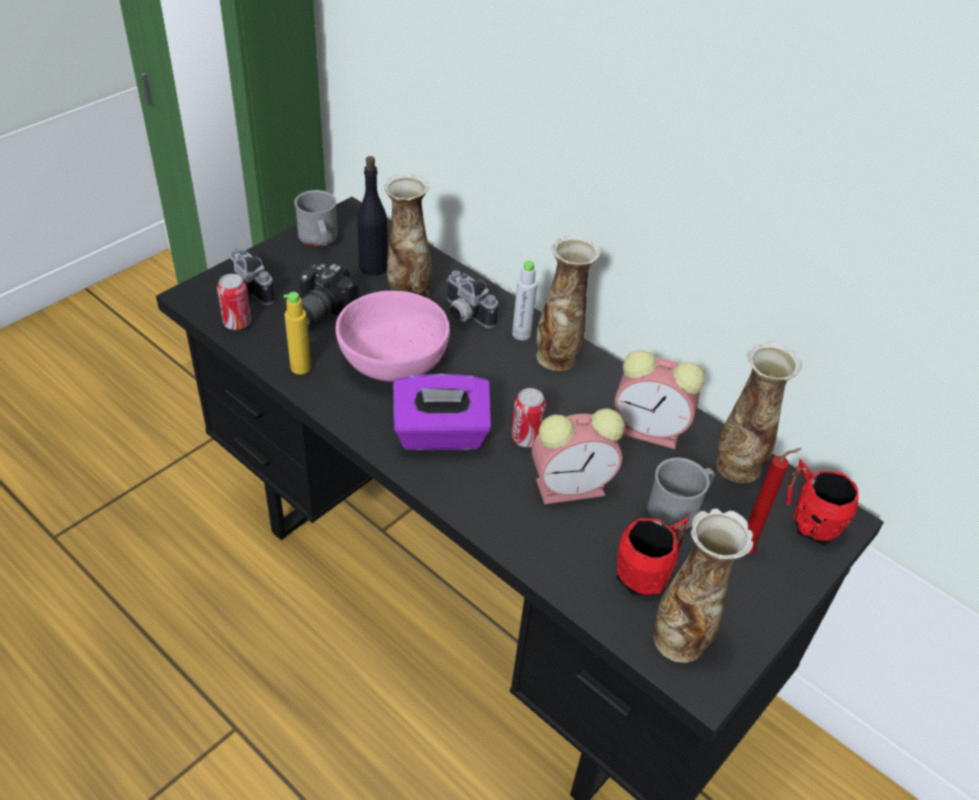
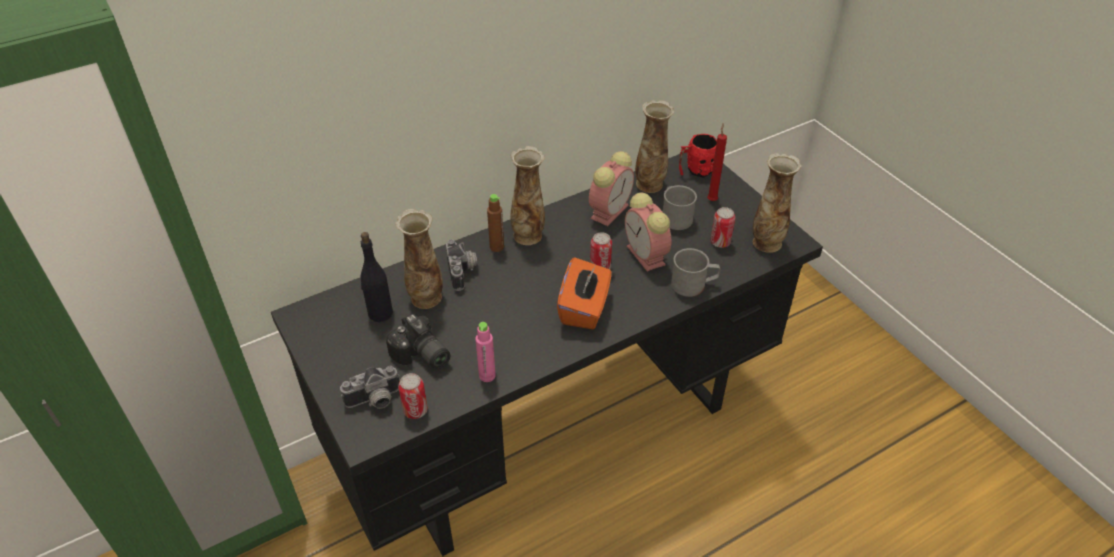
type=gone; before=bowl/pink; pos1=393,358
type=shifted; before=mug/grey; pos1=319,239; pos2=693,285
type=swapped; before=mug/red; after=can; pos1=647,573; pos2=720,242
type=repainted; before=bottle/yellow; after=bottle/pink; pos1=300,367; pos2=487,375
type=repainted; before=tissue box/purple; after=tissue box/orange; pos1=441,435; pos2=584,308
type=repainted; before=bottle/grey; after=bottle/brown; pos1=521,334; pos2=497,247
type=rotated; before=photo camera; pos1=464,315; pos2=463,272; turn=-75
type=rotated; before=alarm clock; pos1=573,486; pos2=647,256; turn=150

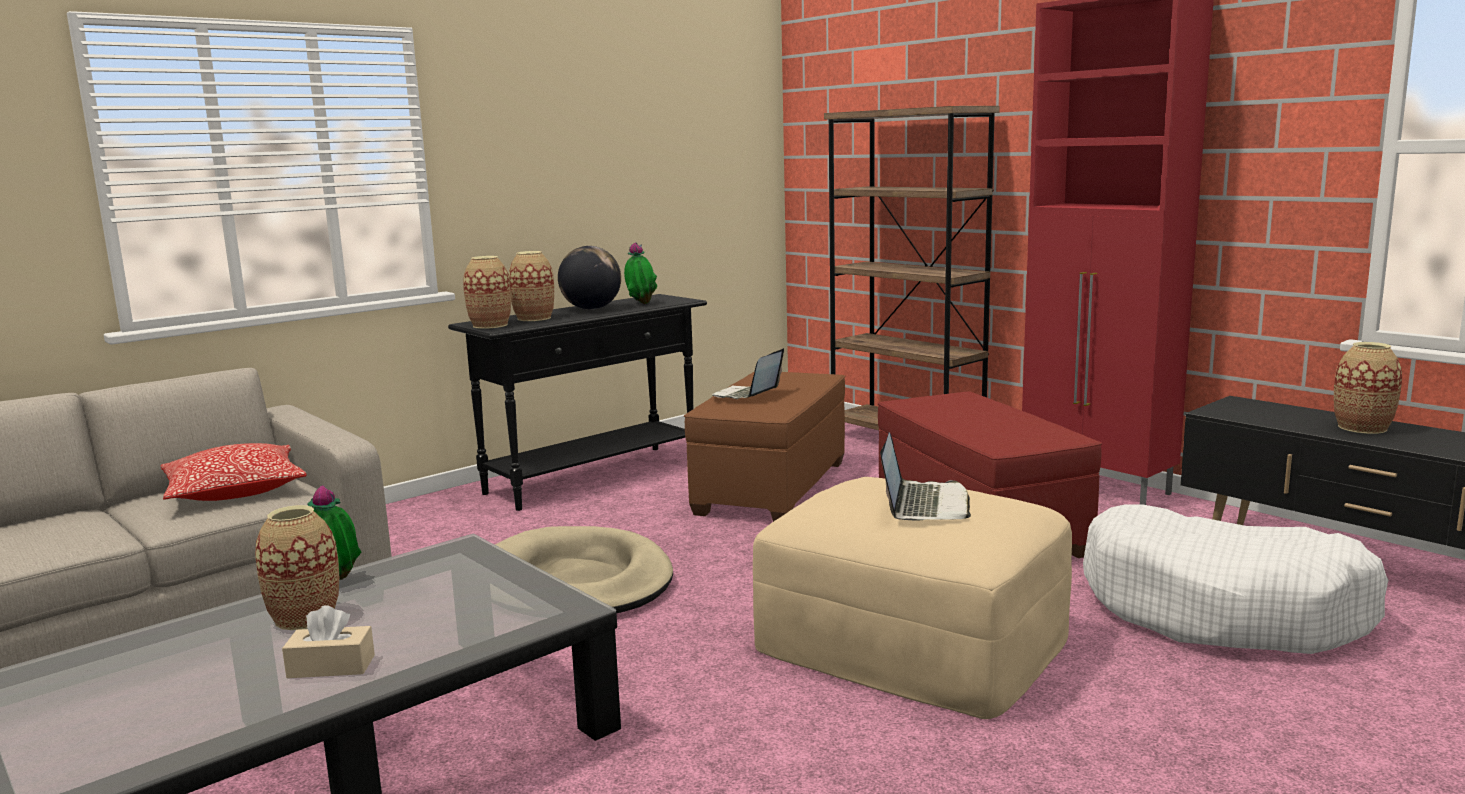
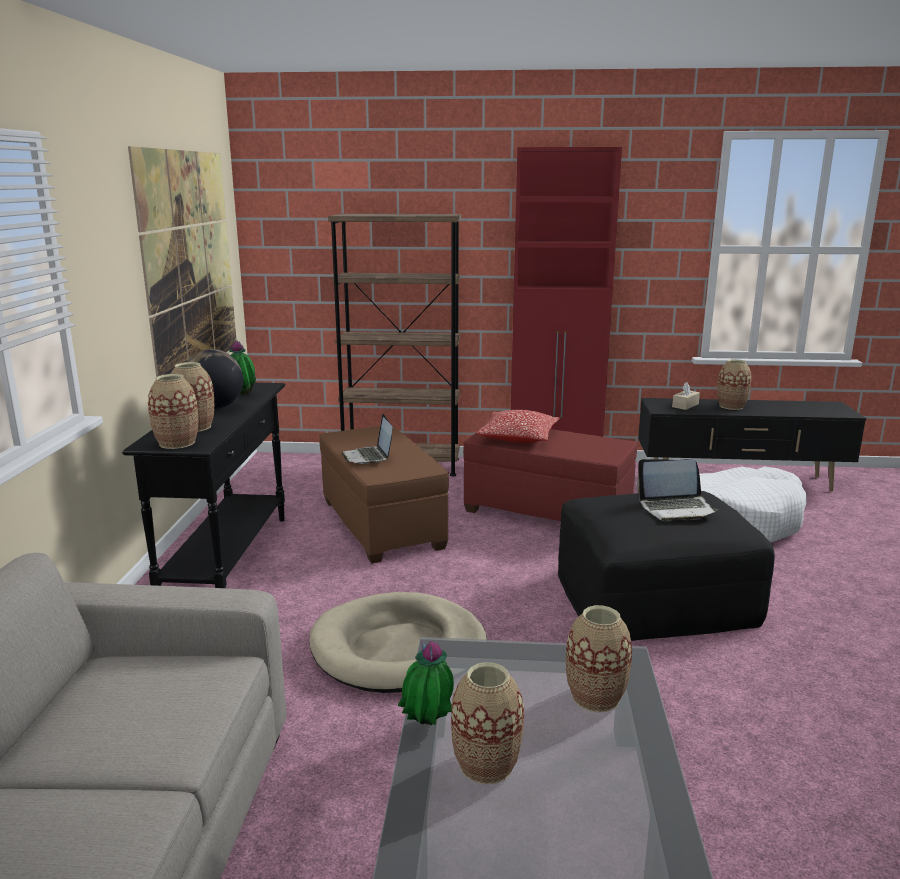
type=new; after=picture; pos2=190,262
type=new; after=vase; pos2=595,697
type=shifted; before=pillow; pos1=235,492; pos2=518,438
type=shifted; before=tissue box/beige; pos1=331,666; pos2=685,405
type=repainted; before=ottoman/beige; after=ottoman/black; pos1=913,641; pos2=654,598
type=rotated; before=laptop; pos1=924,504; pos2=676,508; turn=120

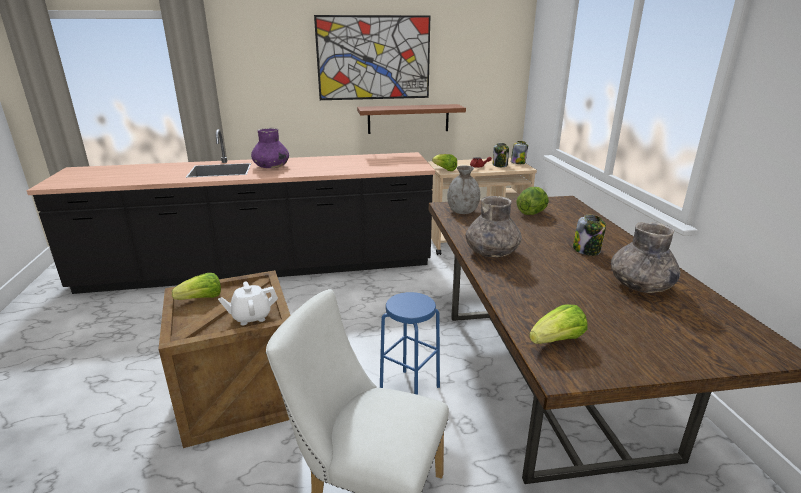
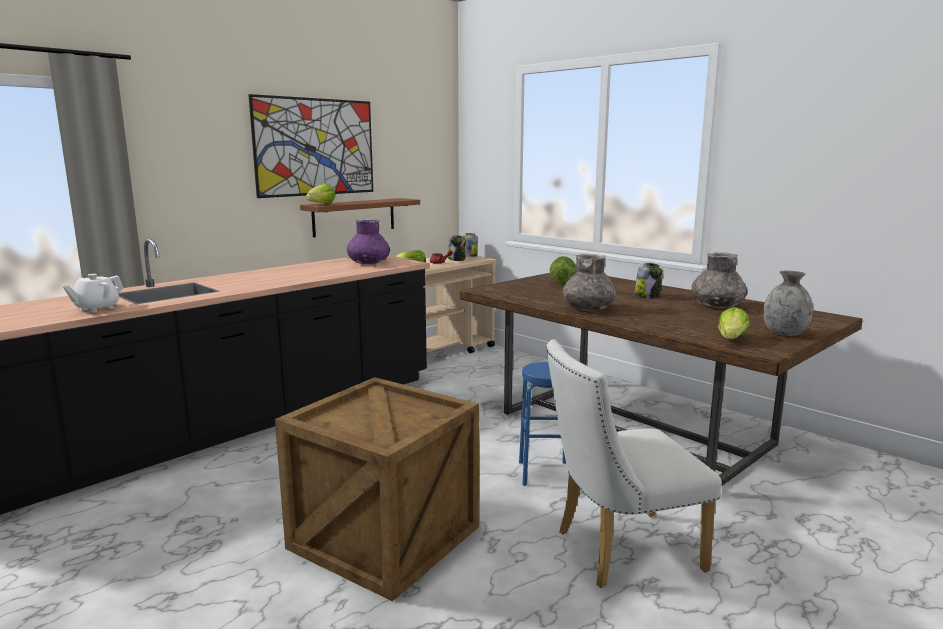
type=shifted; before=lettuce; pos1=202,299; pos2=321,204
type=shifted; before=teapot/white; pos1=251,317; pos2=96,309
type=shifted; before=vase/purple; pos1=271,167; pos2=368,263
type=shifted; before=vase/grey; pos1=463,211; pos2=785,333

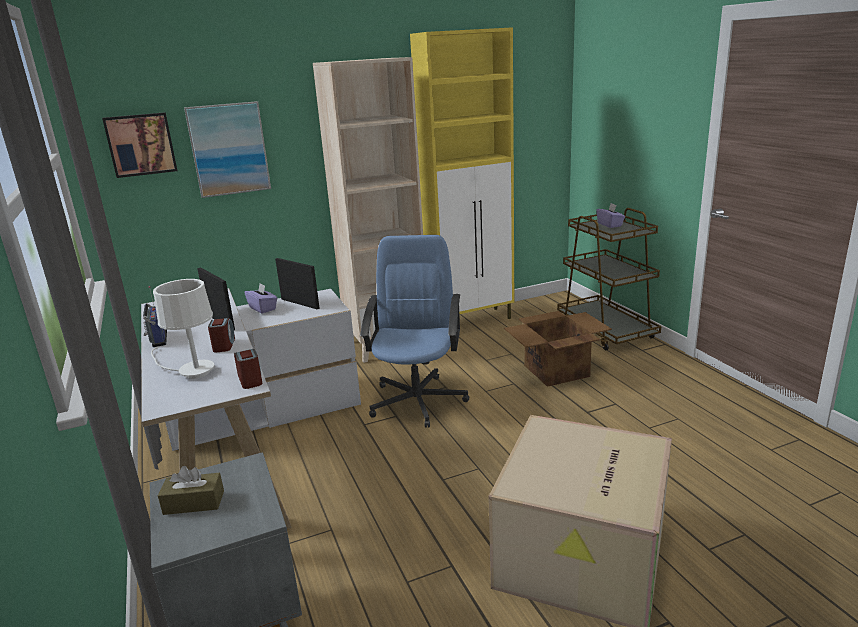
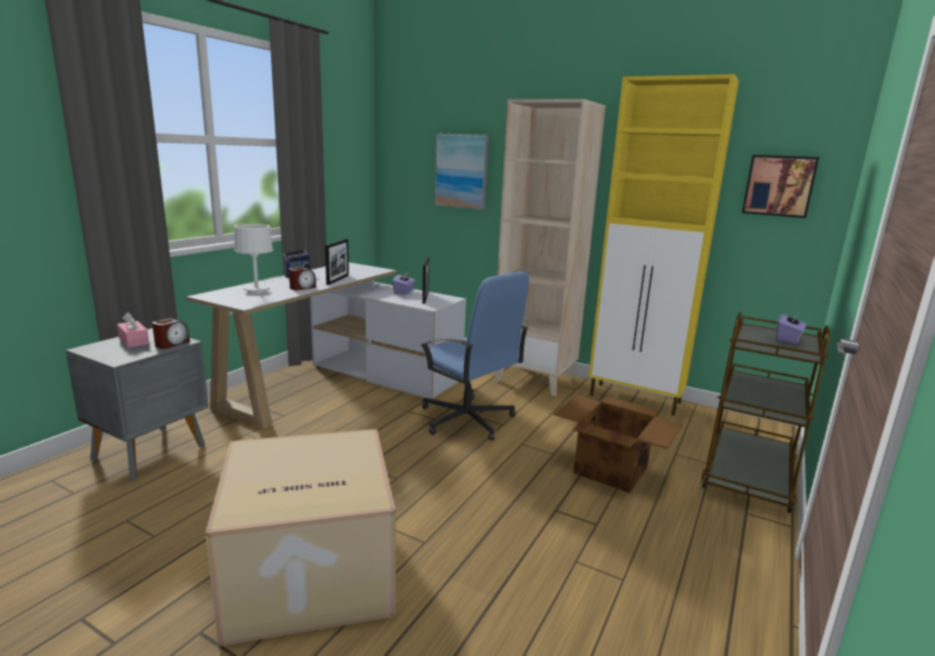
type=shifted; before=picture; pos1=141,144; pos2=779,186
type=shifted; before=alarm clock; pos1=250,380; pos2=172,344
type=repainted; before=tissue box/brown; after=tissue box/pink; pos1=194,503; pos2=134,341
type=rotated; before=office chair/blue; pos1=418,400; pos2=467,419; turn=75

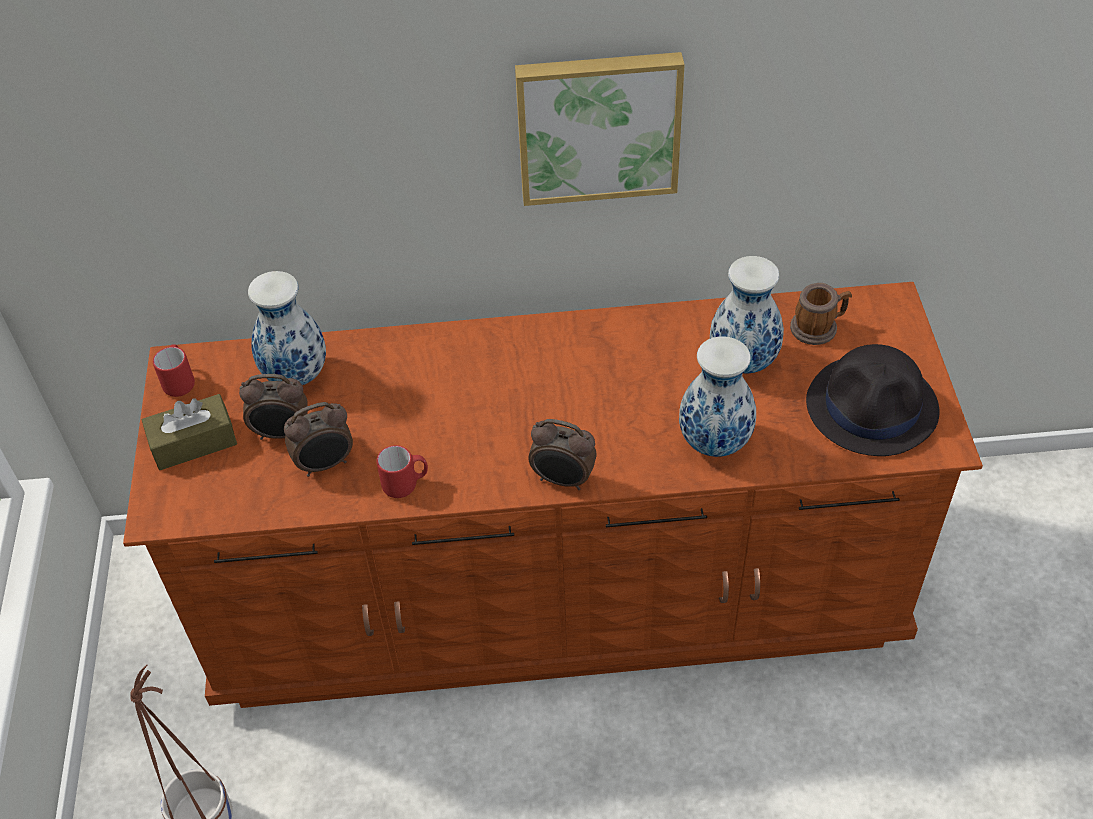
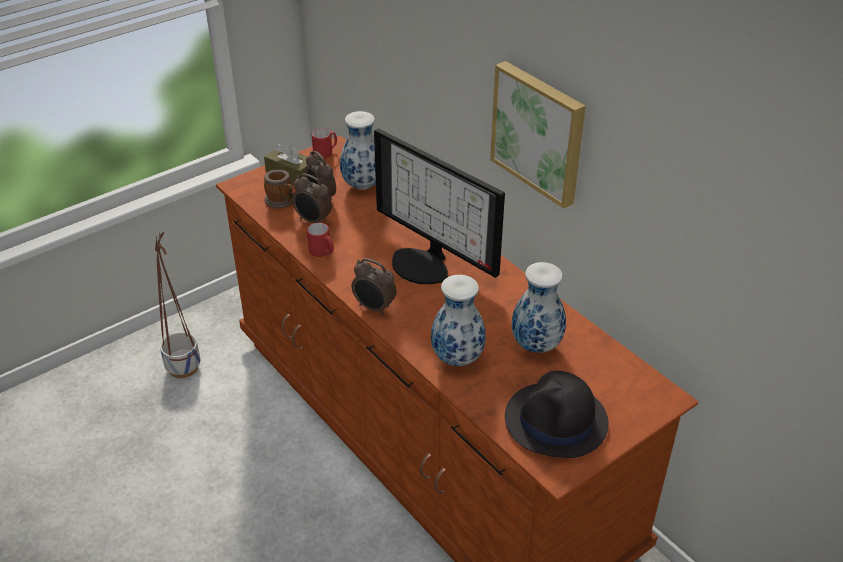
type=new; after=monitor; pos2=425,263
type=shifted; before=mug; pos1=818,327; pos2=282,201
type=rotated; before=alarm clock; pos1=563,480; pos2=374,308; turn=-45

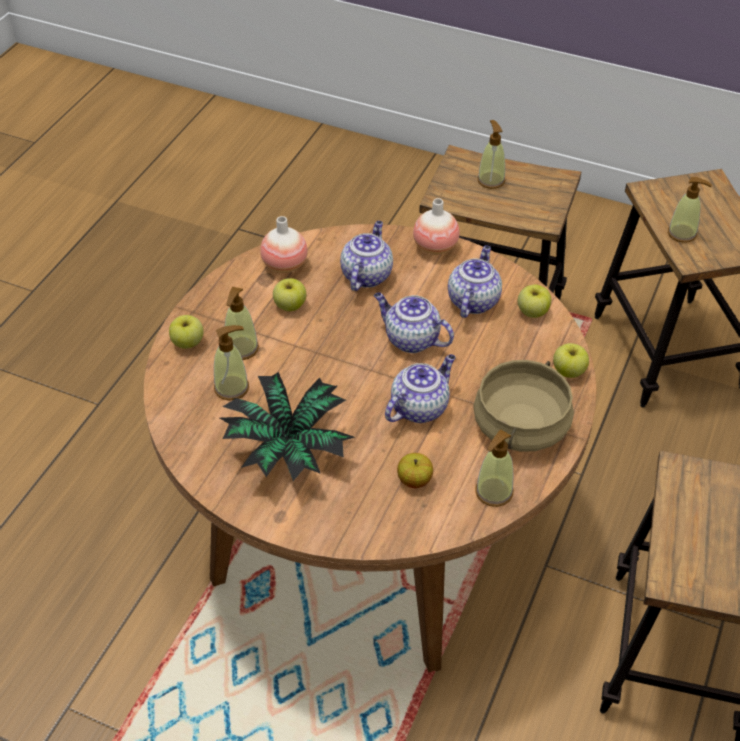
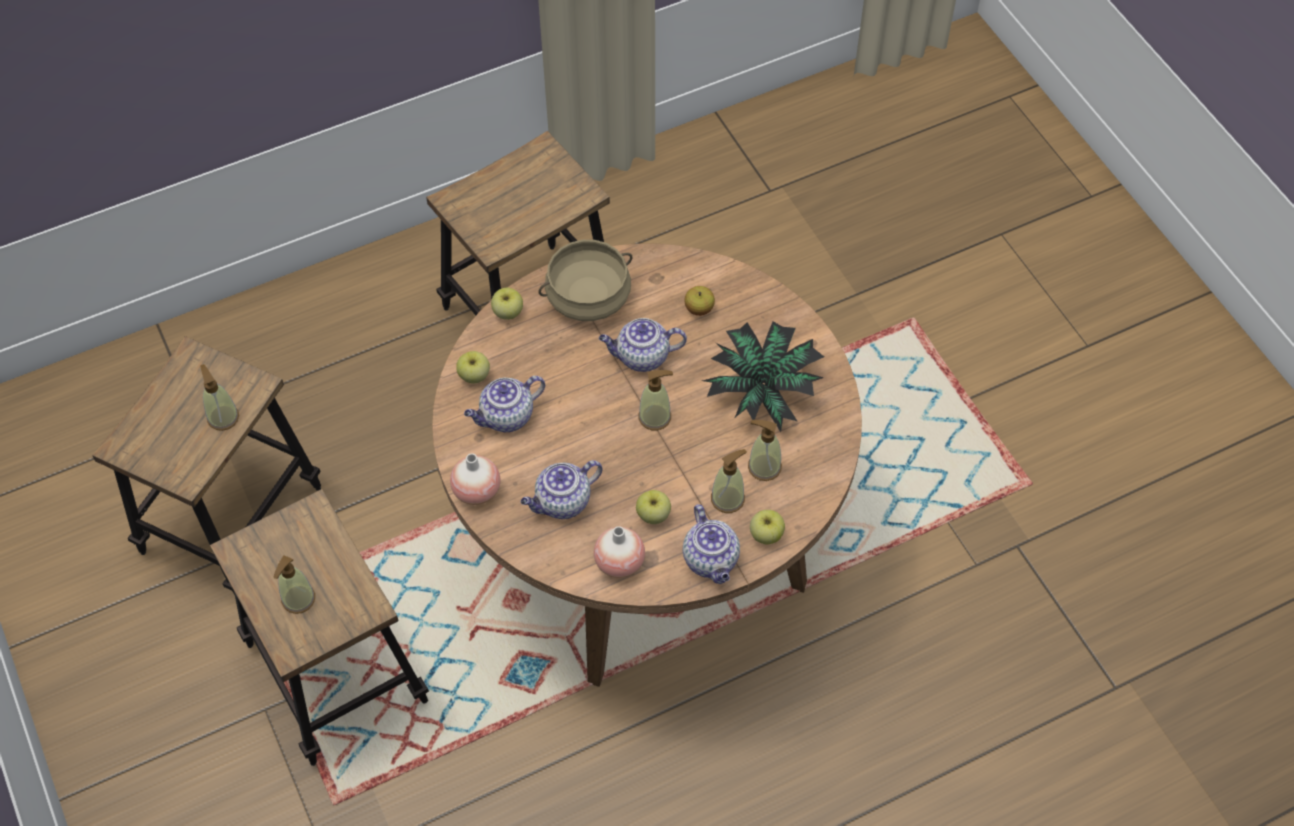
type=shifted; before=teapot; pos1=410,339; pos2=711,560
type=shifted; before=soap dispenser; pos1=493,492; pos2=655,417

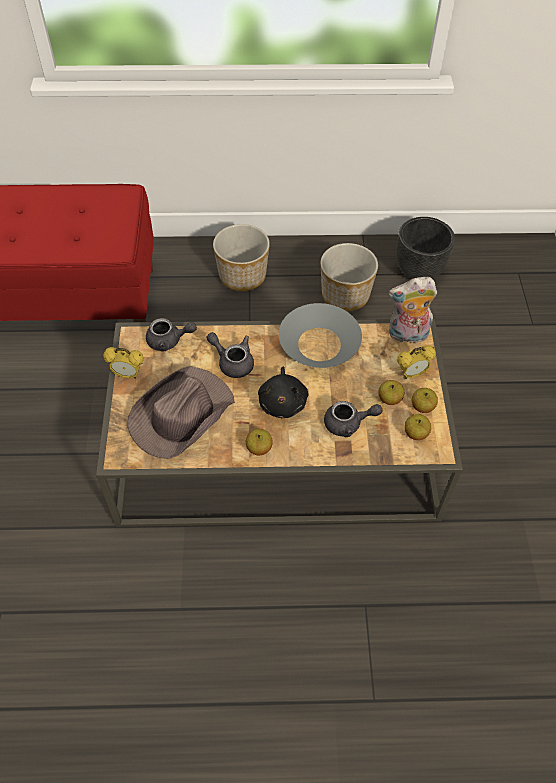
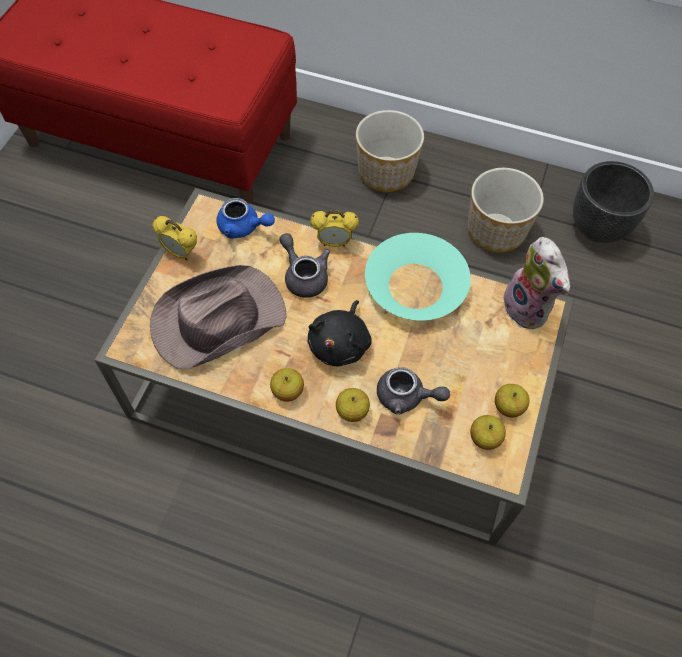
type=shifted; before=apple; pos1=389,399; pos2=352,411
type=shifted; before=alarm clock; pos1=411,374; pos2=334,243
type=repainted; before=teapot/grey; after=teapot/blue; pos1=169,341; pos2=243,227
type=repainted; before=bowl/grey; after=bowl/turquoise; pos1=319,343; pos2=415,285
type=rotated; before=plush toy; pos1=407,335; pos2=529,309; turn=-135

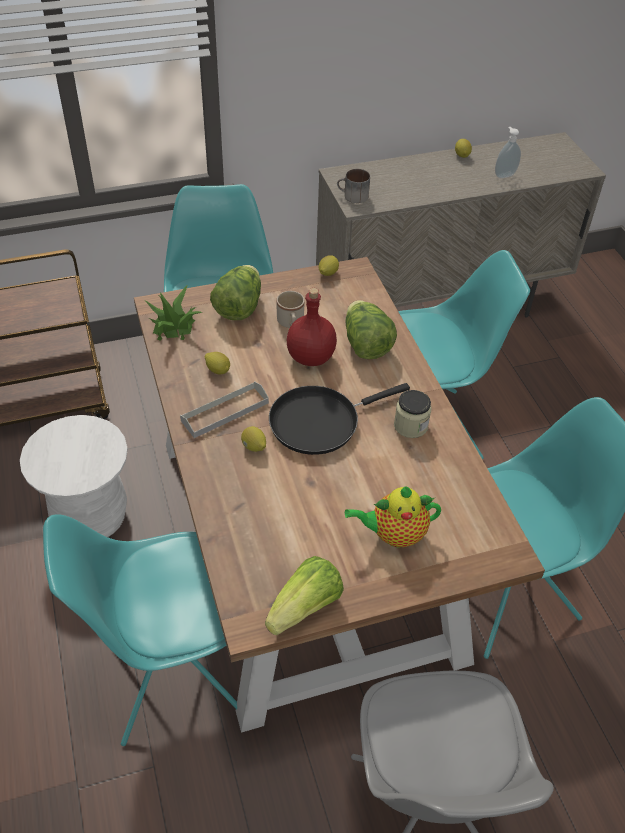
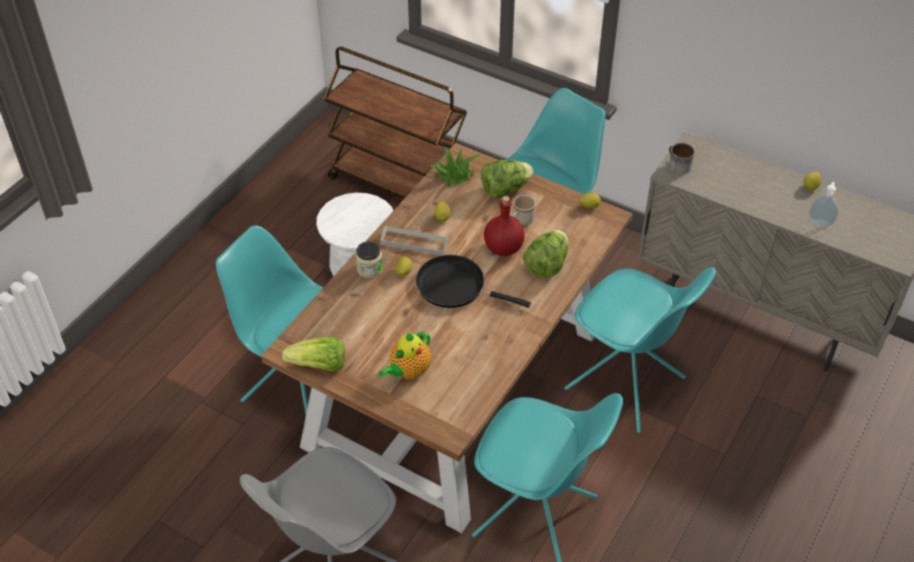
type=shifted; before=jar; pos1=410,426; pos2=369,269
type=rotated; before=teapot; pos1=394,534; pos2=408,371; turn=-90

